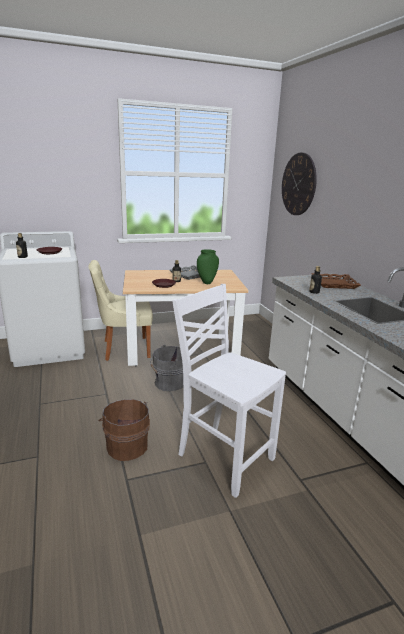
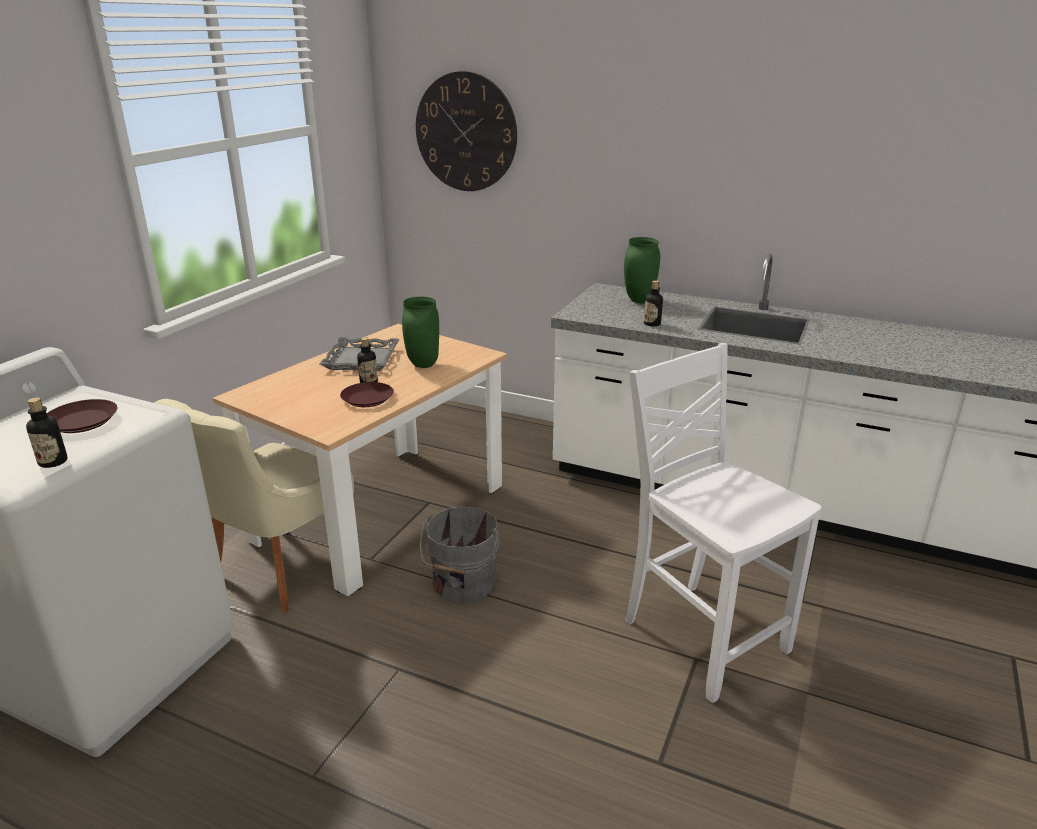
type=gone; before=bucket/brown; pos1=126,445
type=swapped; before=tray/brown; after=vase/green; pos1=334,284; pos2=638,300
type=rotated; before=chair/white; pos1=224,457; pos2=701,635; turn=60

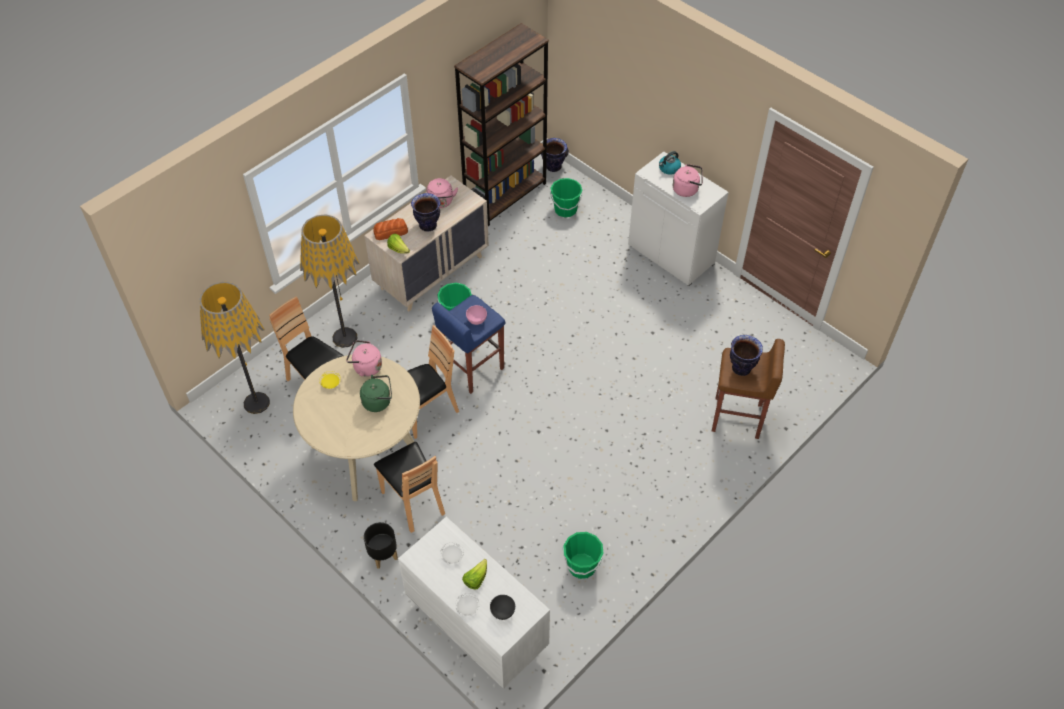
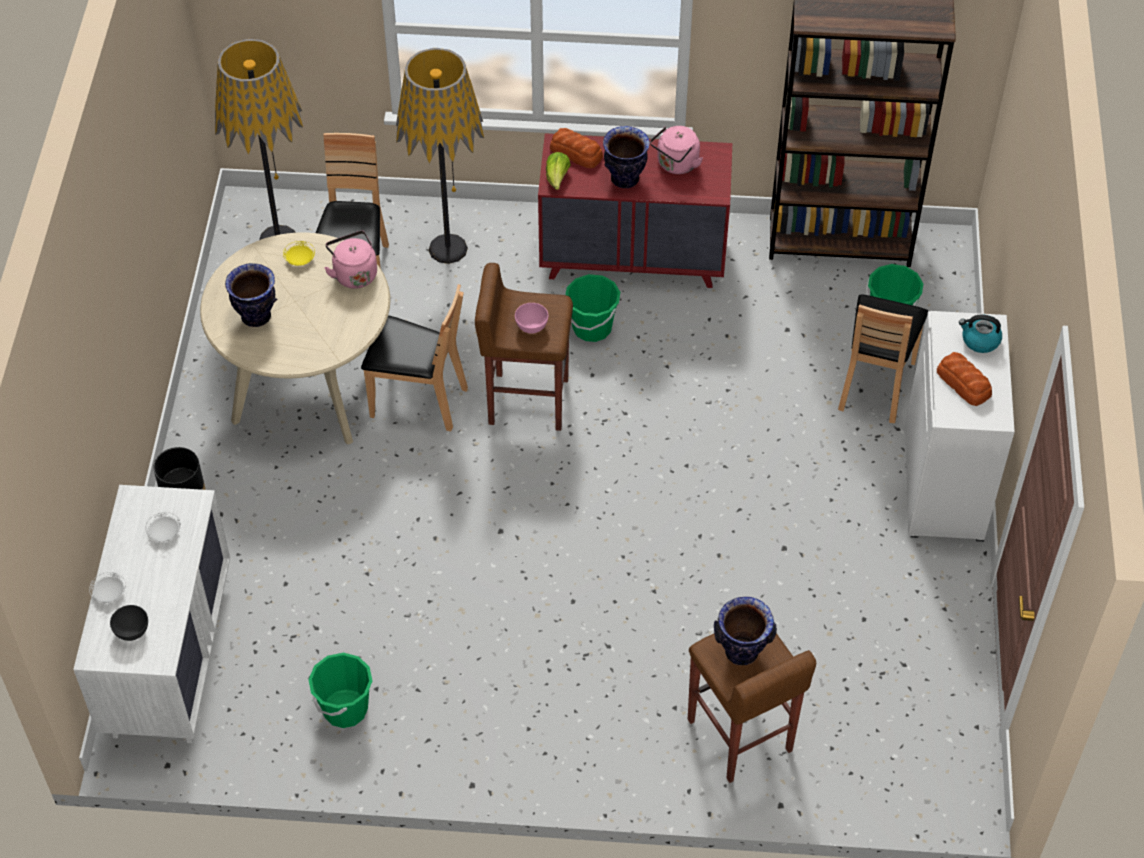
type=gone; before=kettle/green; pos1=378,401
type=gone; before=lettuce; pos1=476,579
type=shifted; before=chair/brown; pos1=413,501; pos2=875,384
type=shifted; before=vase; pos1=554,167; pos2=256,317
type=swapped; before=kettle/pink; after=bread; pos1=687,189; pos2=964,384
type=repainted; before=dresser/beige; after=dresser/red; pos1=432,272; pos2=633,257
type=repainted; before=stool/blue; after=stool/brown; pos1=472,369; pos2=527,400

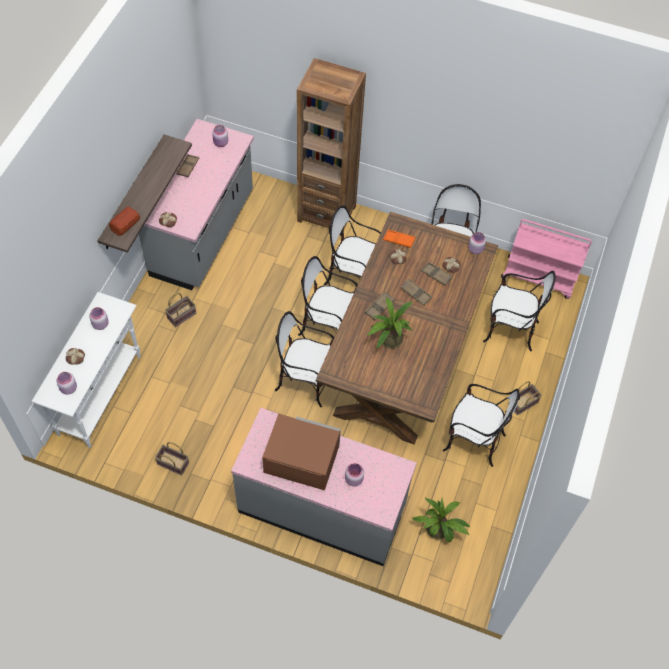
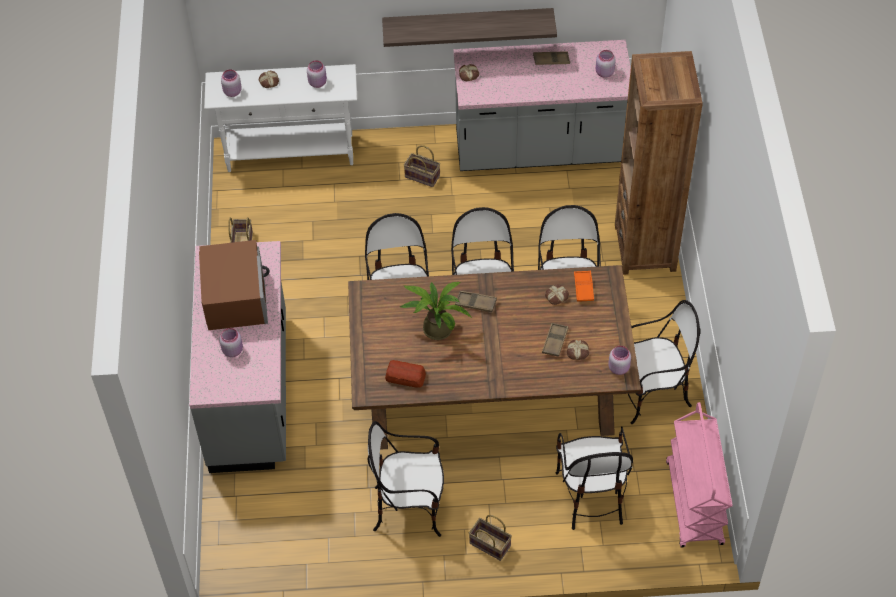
type=gone; before=tray/brown; pos1=415,293
type=gone; before=potted plant; pos1=439,531
type=shifted; before=bread; pos1=125,223; pos2=405,377
type=rotated; before=chair; pos1=473,440; pos2=409,508; turn=90

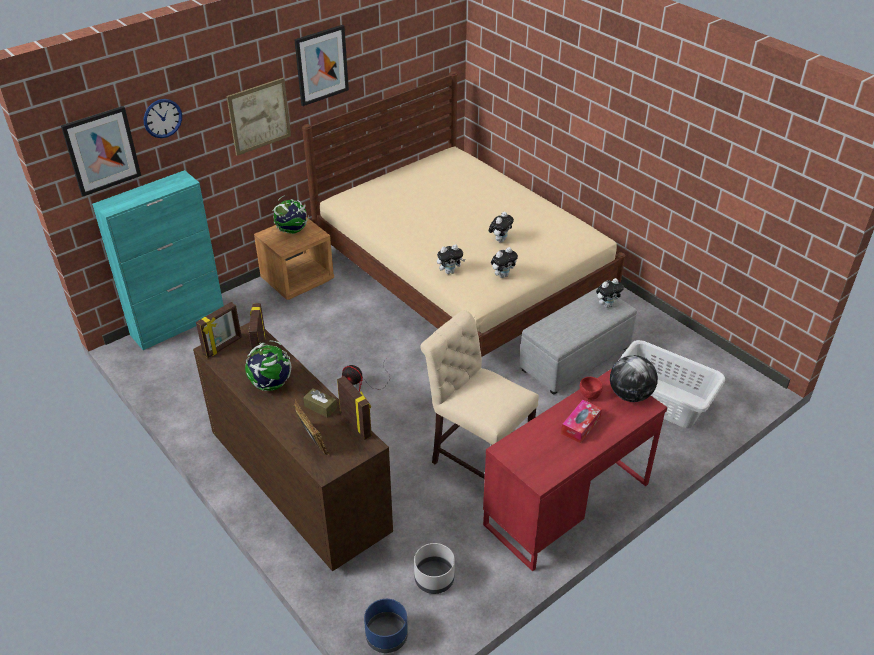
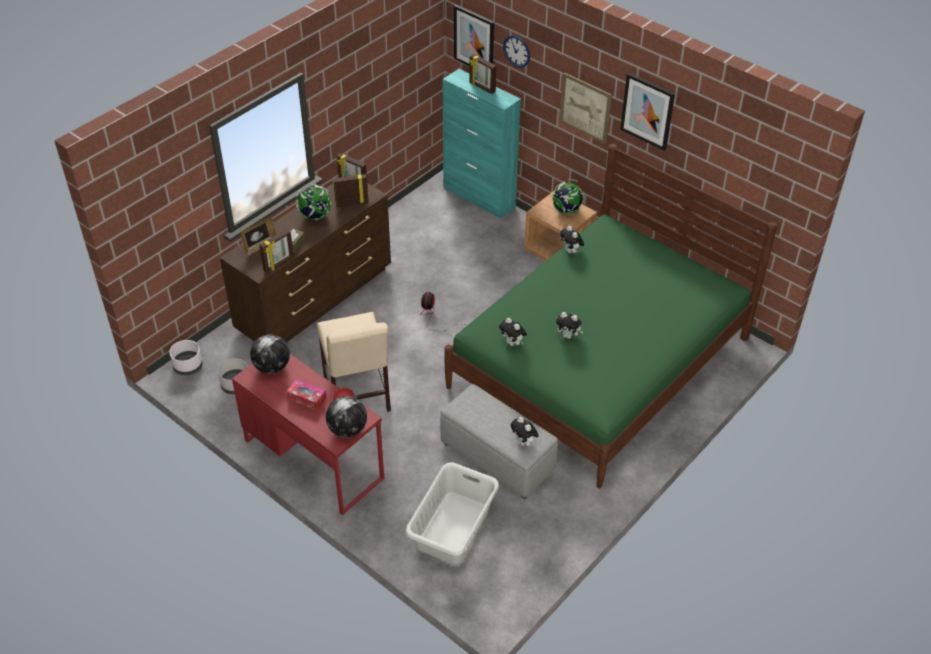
type=new; after=globe; pos2=272,367
type=new; after=picture frame; pos2=482,87
type=shifted; before=plush toy; pos1=450,271; pos2=571,251
type=repainted; before=bed/beige; after=bed/green; pos1=462,278; pos2=599,362
type=repainted; before=planter/blue; after=planter/white; pos1=386,636; pos2=188,366
type=rotated; before=chair/beige; pos1=477,458; pos2=357,397; turn=135

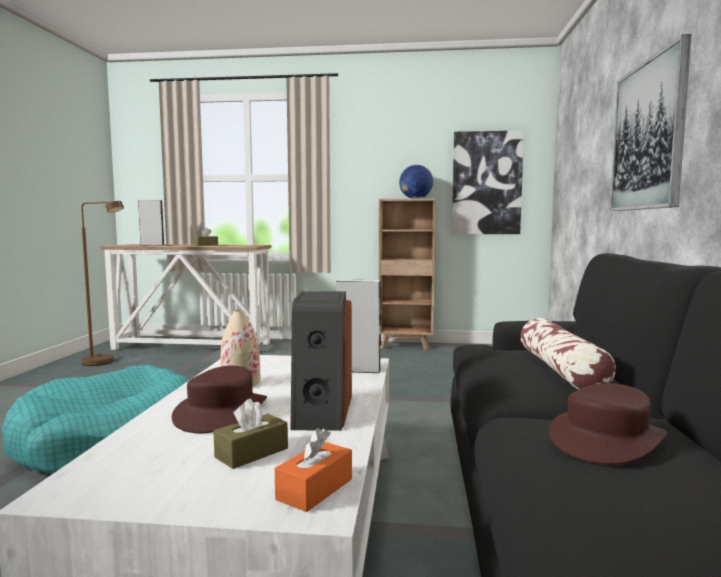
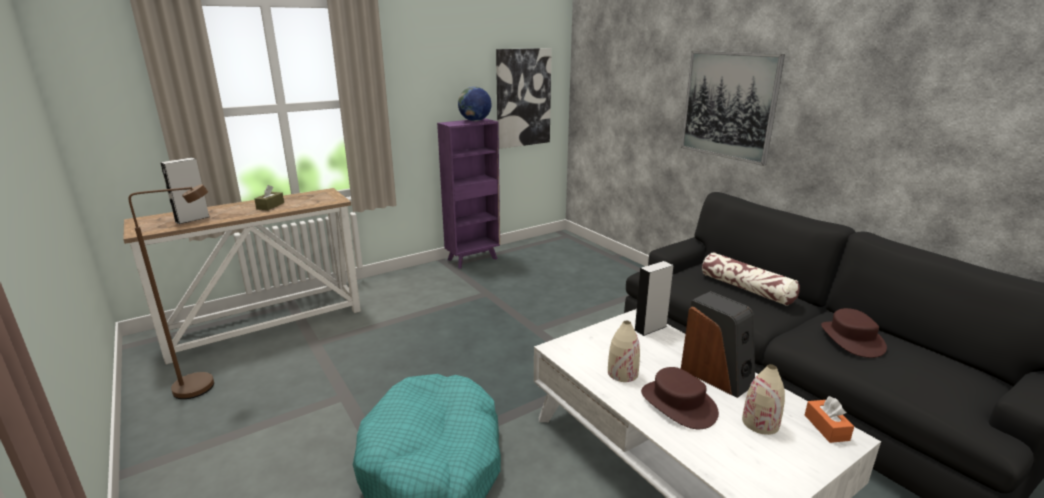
type=swapped; before=tissue box/brown; after=vase/beige; pos1=252,453; pos2=760,423
type=repainted; before=bookcase/brown; after=bookcase/purple; pos1=406,346; pos2=473,259

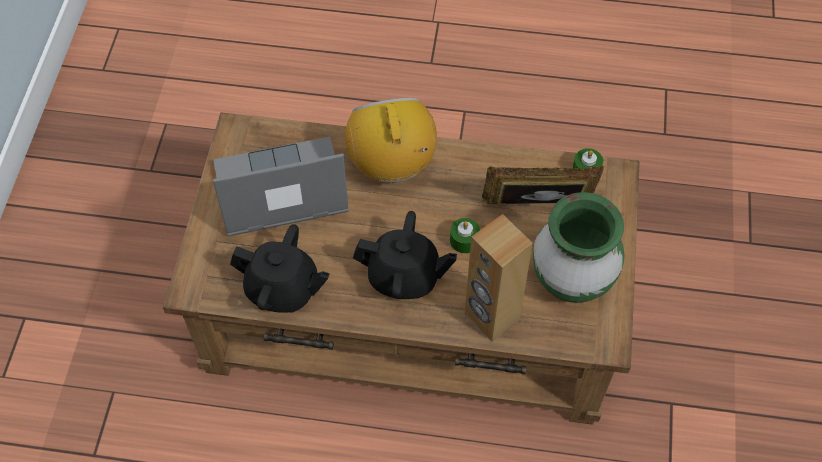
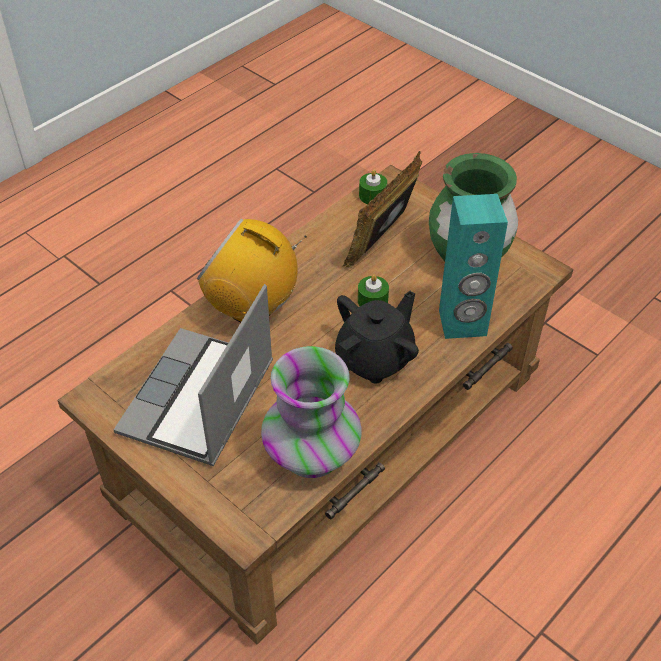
type=swapped; before=teapot/black; after=vase; pos1=283,289; pos2=311,454
type=repainted; before=speaker/brown; after=speaker/turquoise; pos1=491,317; pos2=462,323

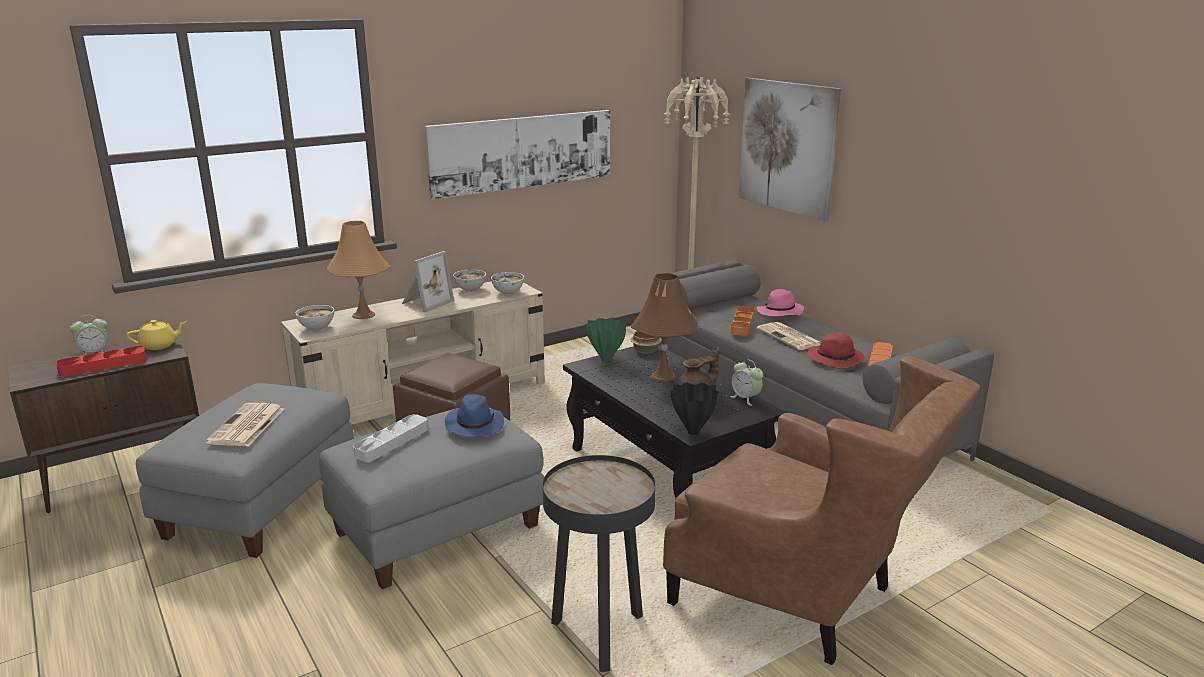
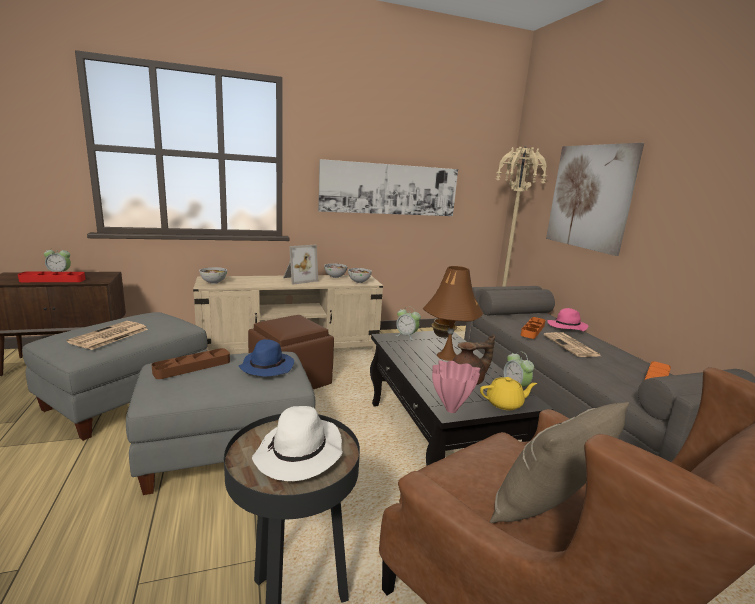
type=gone; before=table lamp/orange; pos1=364,315
type=gone; before=hat/red; pos1=836,359
type=new; after=hat/white; pos2=299,454
type=new; after=pillow/beige; pos2=546,509
type=shifted; before=teapot/yellow; pos1=159,345; pos2=505,404
type=swapped; before=vase/green; after=alarm clock; pos1=605,359; pos2=406,336
type=repainted; before=tray/grey; after=tray/brown; pos1=392,442; pos2=192,367
type=repainted; before=vase/black; after=vase/pink; pos1=692,432; pos2=450,410

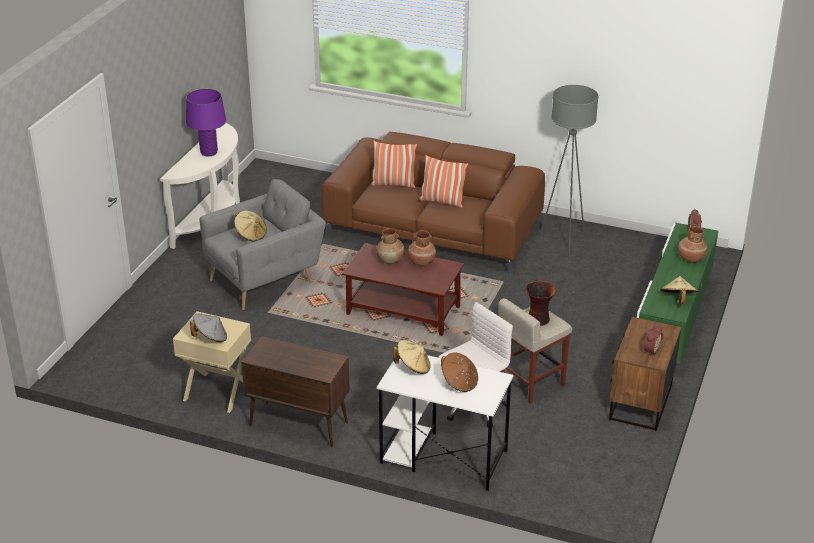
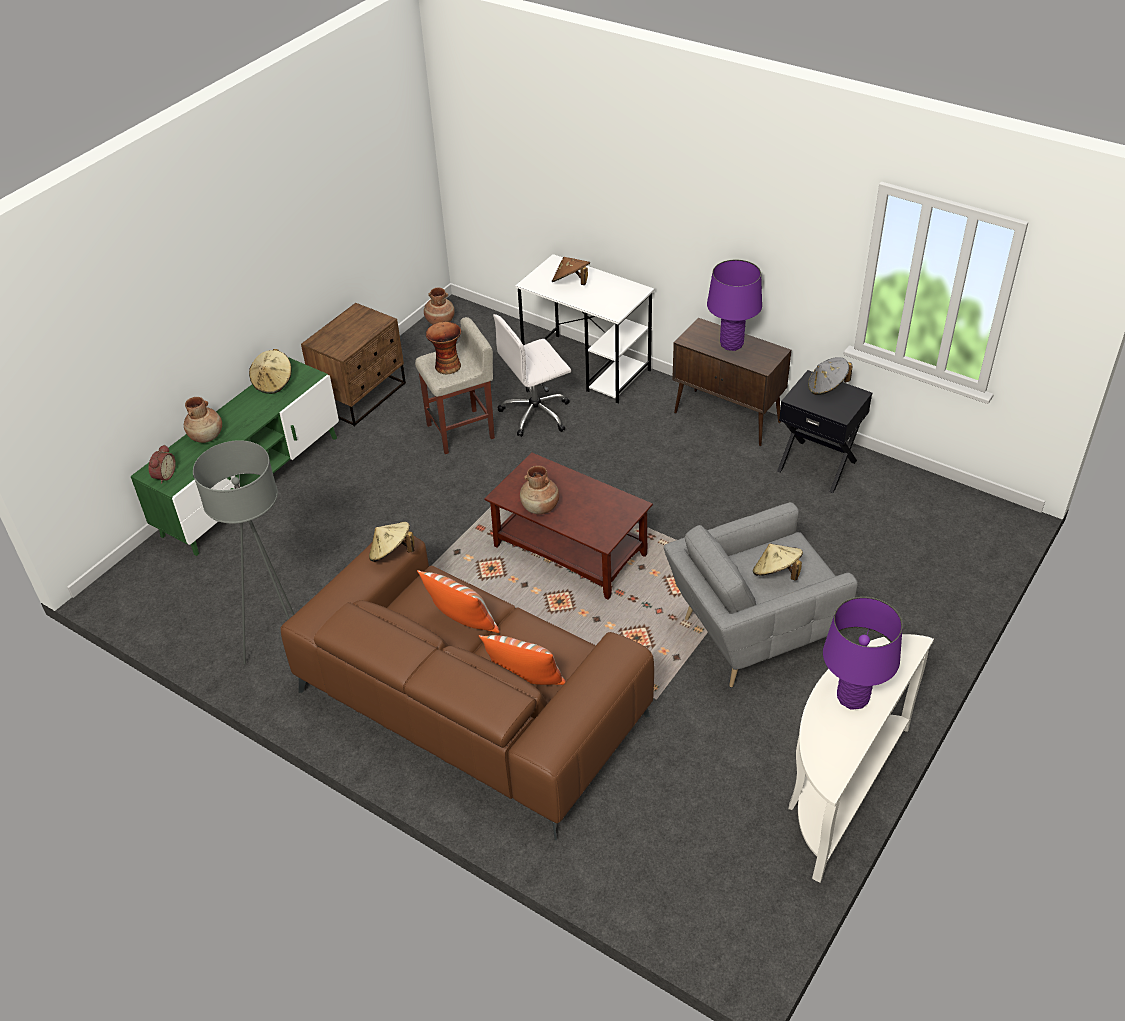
type=gone; before=alarm clock; pos1=650,350
type=new; after=table lamp/purple; pos2=731,344
type=shifted; before=vase/brown; pos1=390,260; pos2=440,321
type=shifted; before=hat/beige; pos1=413,367; pos2=391,553
type=repainted; before=nightstand/beige; after=nightstand/black; pos1=217,392; pos2=817,465

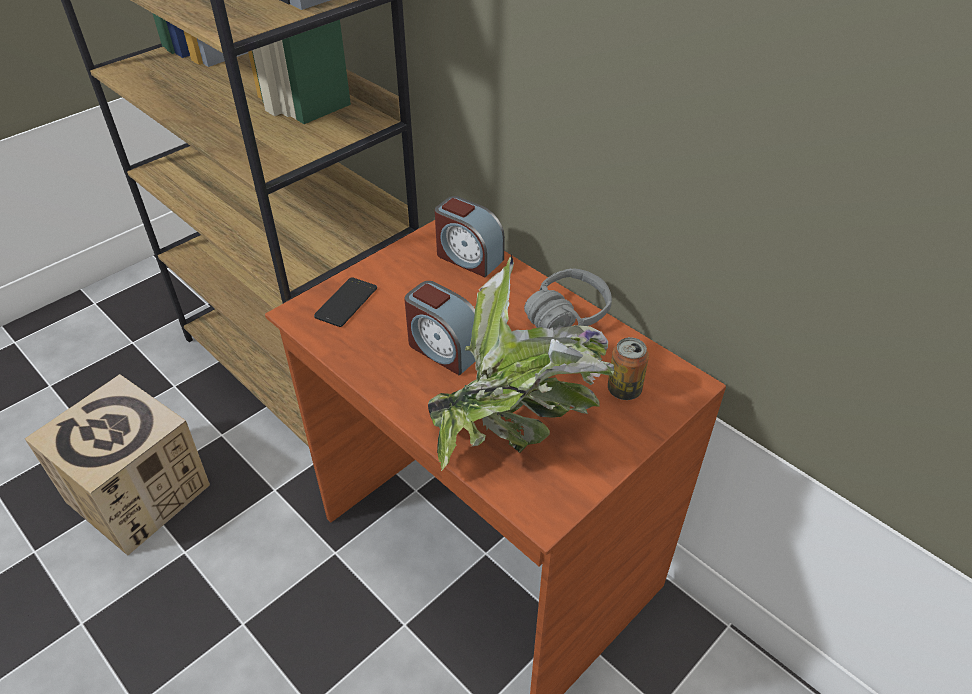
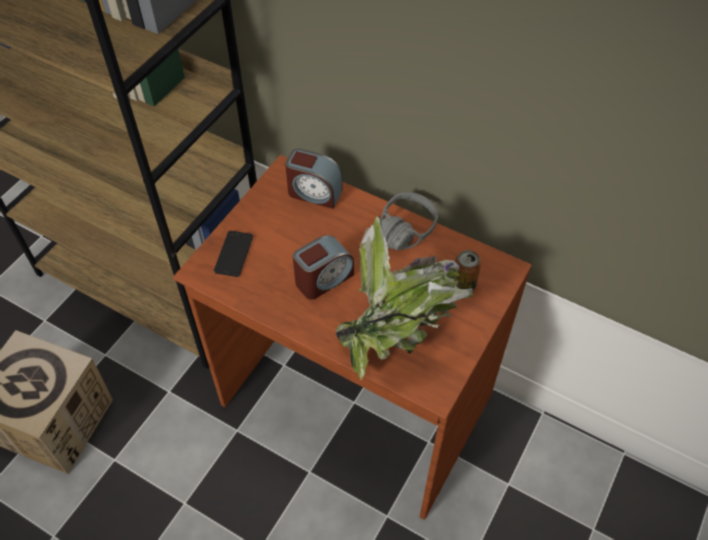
type=rotated; before=alarm clock; pos1=443,349; pos2=323,279; turn=-60

